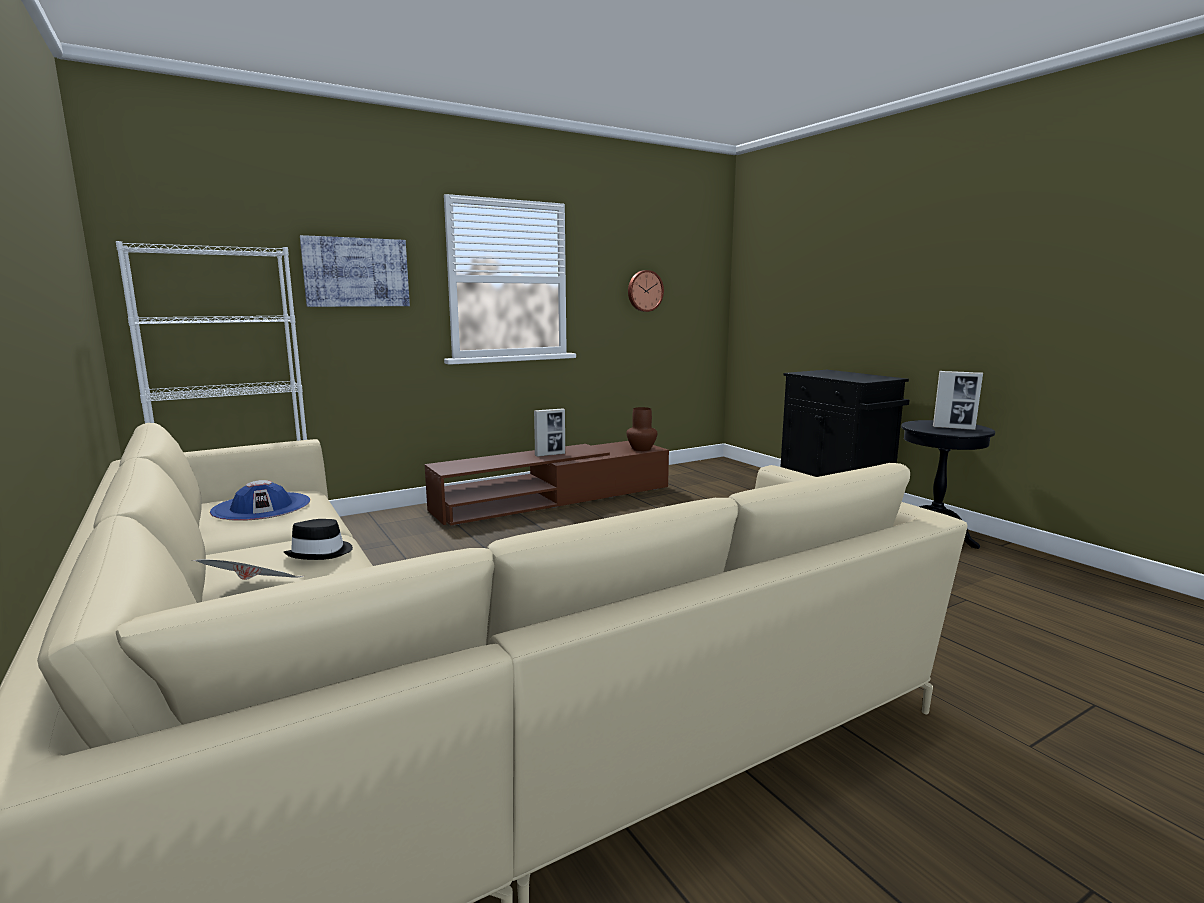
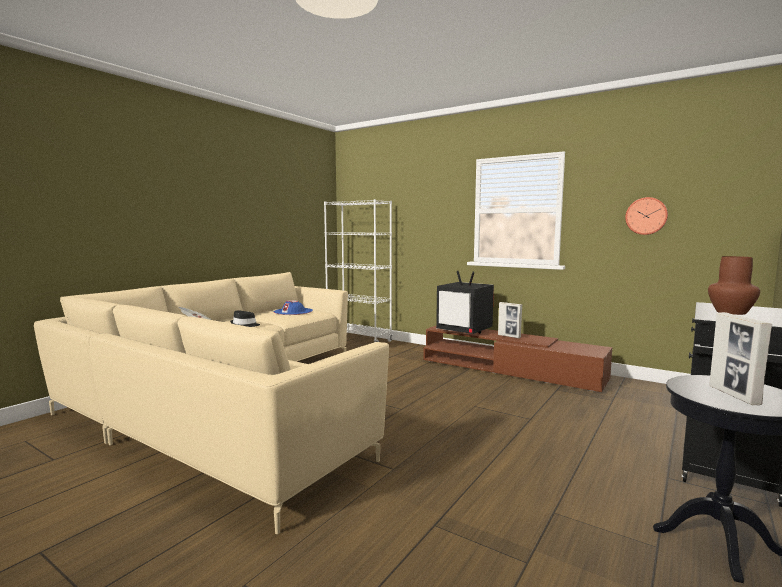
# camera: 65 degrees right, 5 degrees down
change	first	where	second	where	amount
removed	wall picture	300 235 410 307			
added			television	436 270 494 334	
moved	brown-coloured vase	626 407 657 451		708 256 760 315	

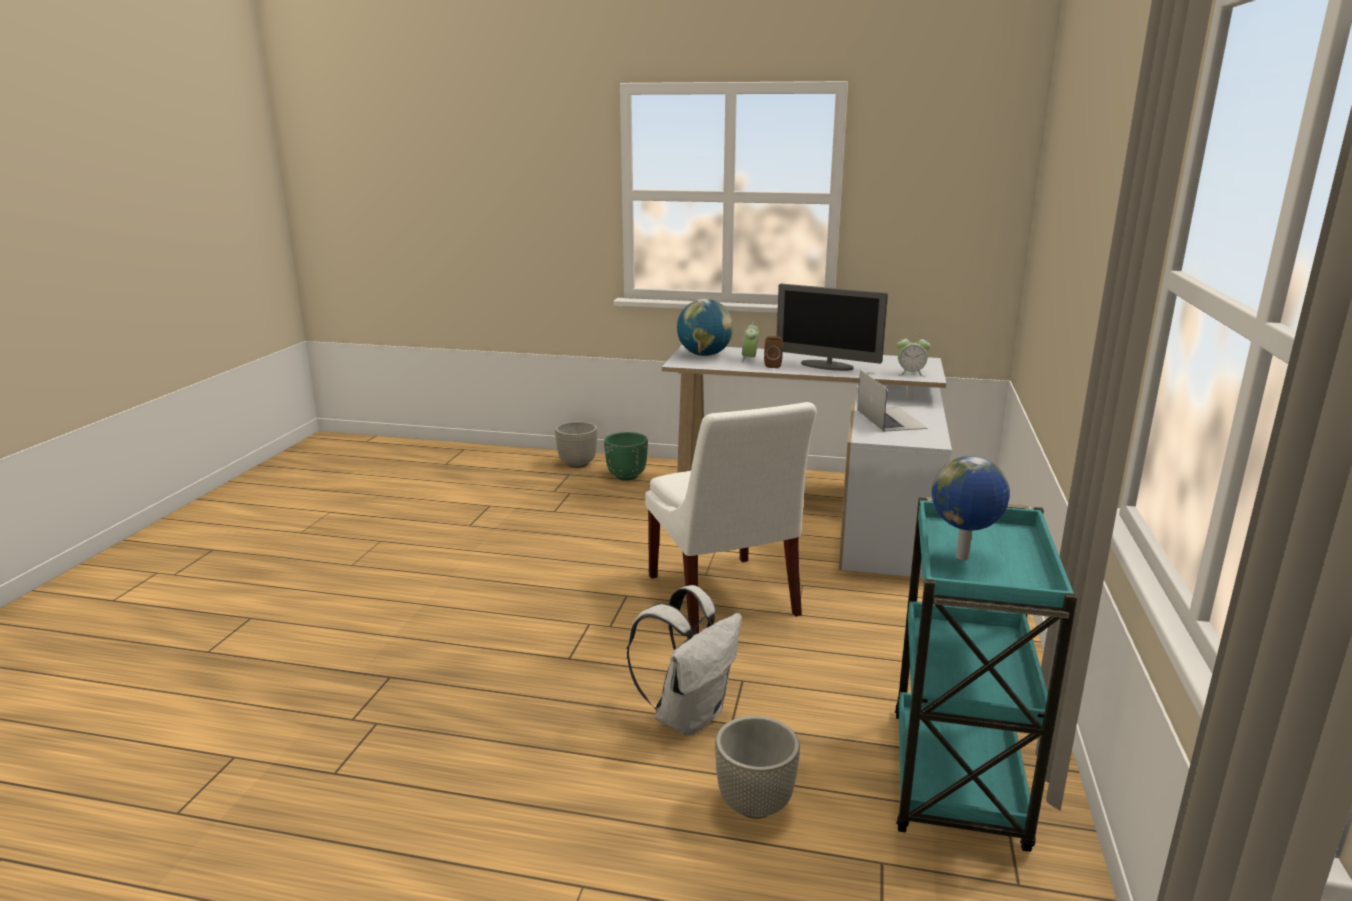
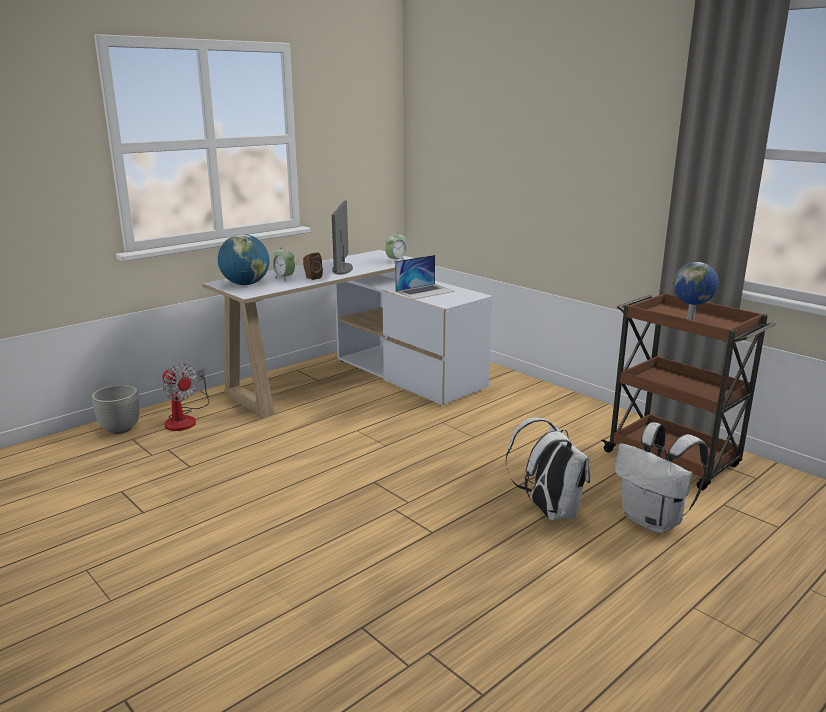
# camera: 55 degrees left, 0 degrees up
change	first	where	second	where	amount
removed	white-coloured upright chair	645 402 817 635			
replaced	greenish flower pot	604 432 648 481	fan	163 363 210 431	
replaced	grey flower pot	715 716 800 819	white-coloured backpack	615 422 708 533	
recoloured	blue-green cart	895 497 1078 852	brown-coloured cart	601 292 777 490	
turned	monitor	777 284 888 371		332 201 353 275	120 degrees clockwise
turned	notebook computer	857 370 928 432		395 255 455 299	120 degrees clockwise

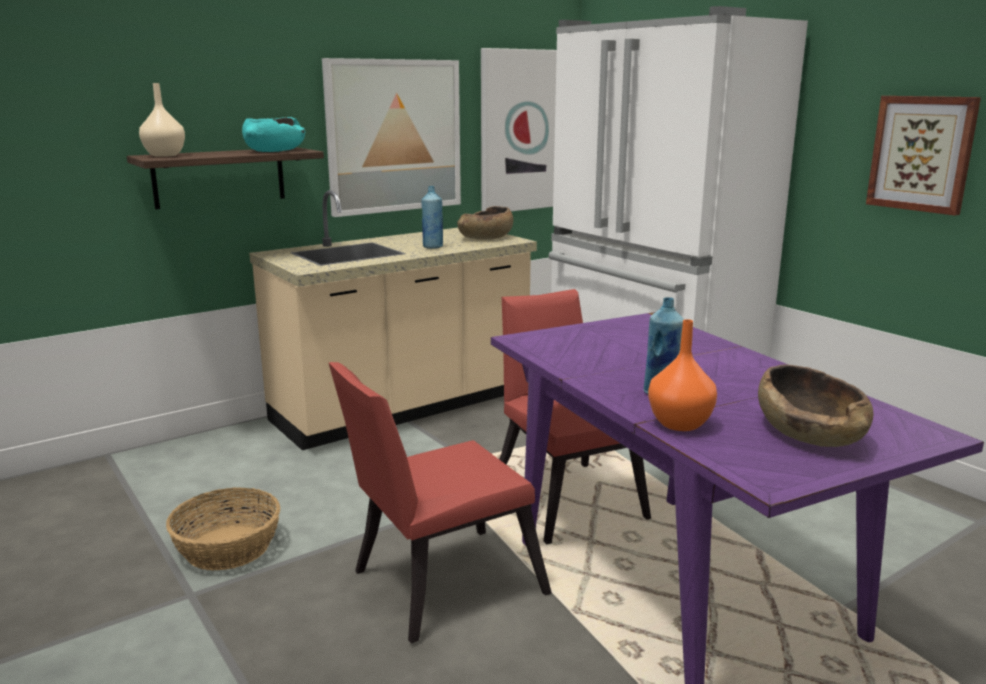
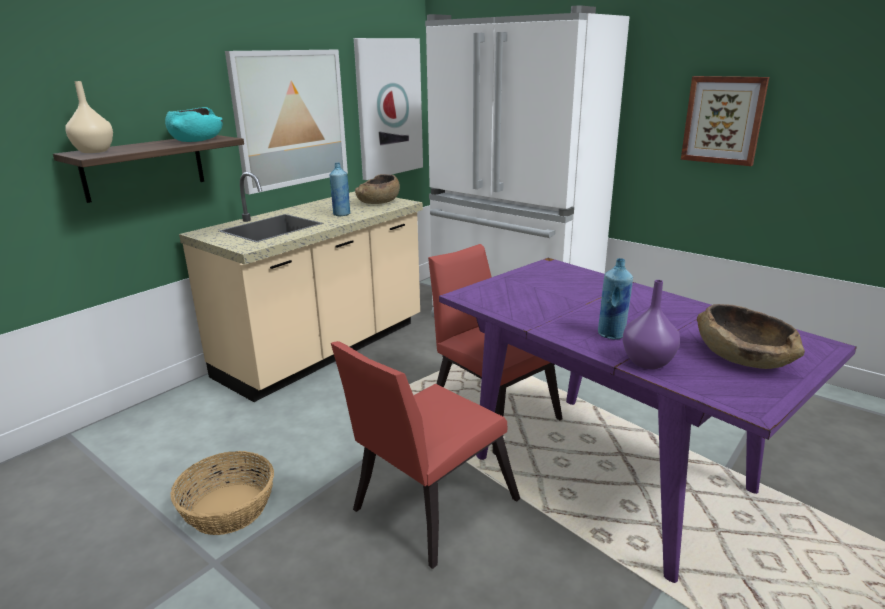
# camera: 15 degrees left, 5 degrees up
change	first	where	second	where	amount
recoloured	orange vase	648 319 717 431	purple vase	623 280 680 369	

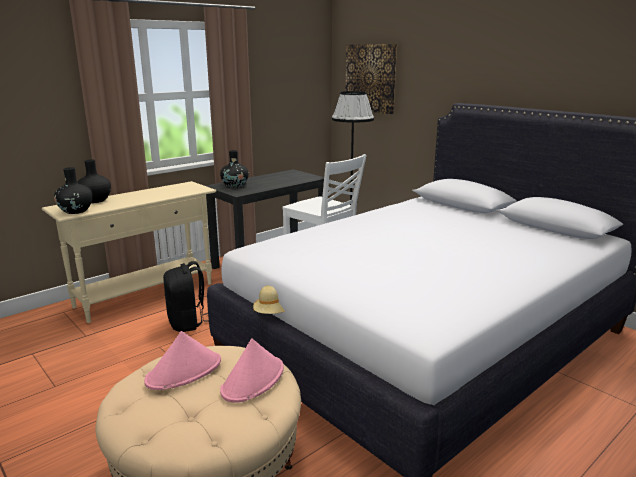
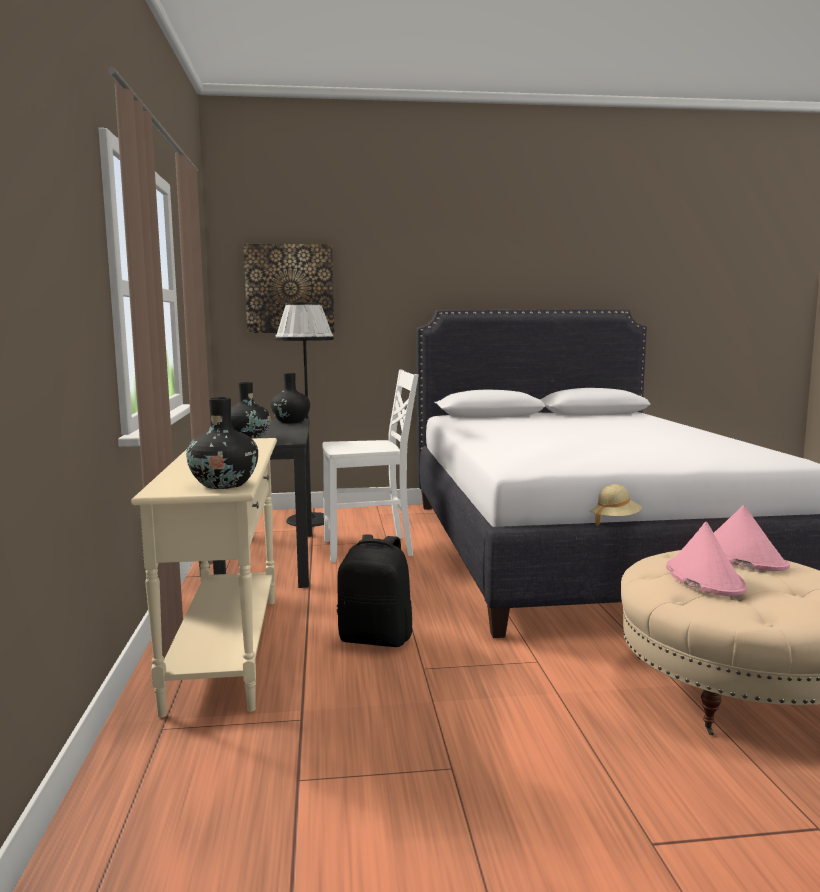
# camera: 55 degrees left, 10 degrees down
change	first	where	second	where	amount
moved	blackish vase	77 159 111 203		271 373 310 423	

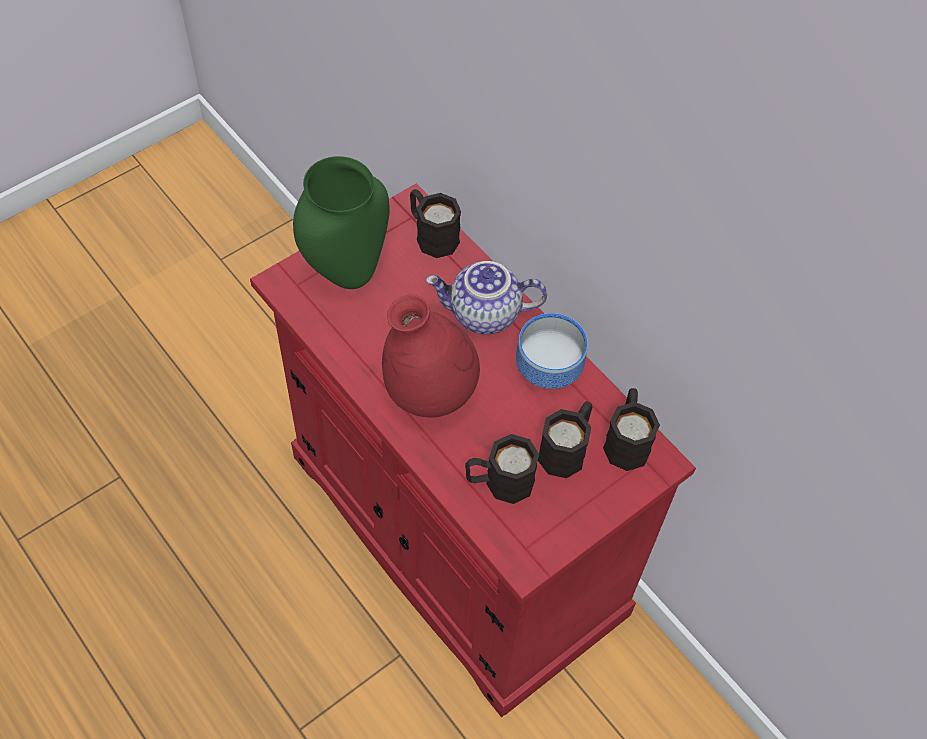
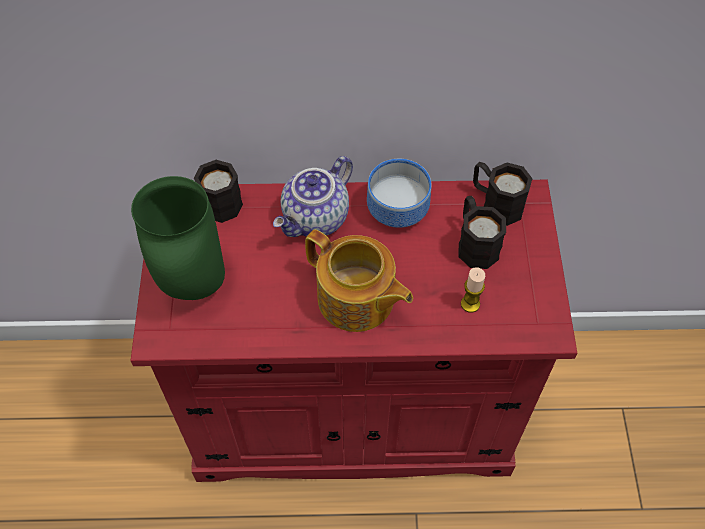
# camera: 50 degrees left, 0 degrees up
change	first	where	second	where	amount
replaced	reddish vase	382 294 480 417	pot for tea	305 229 413 332	
replaced	blackish coffee mug	465 434 539 504	wax light	461 267 485 313	

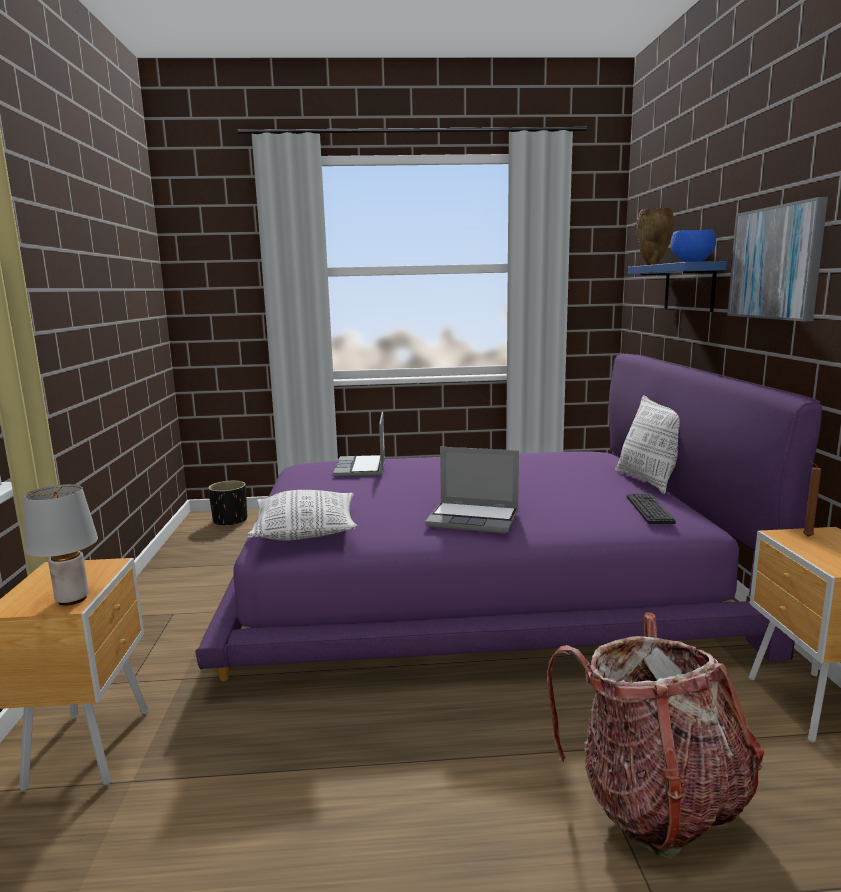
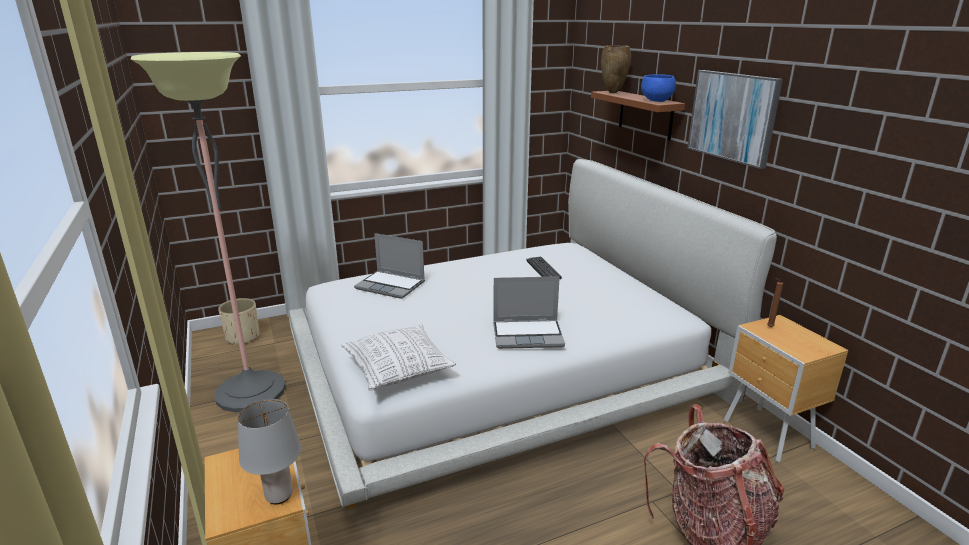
# camera: 20 degrees left, 10 degrees up
change	first	where	second	where	amount
removed	throw pillow	615 395 680 494			
added			floor lamp	131 52 286 412	
moved	keyboard	627 493 676 524		526 257 562 279	
recoloured	purple sleeping bed	196 353 822 681	white-coloured sleeping bed	288 159 777 509	
recoloured	blackish flower pot	208 481 247 526	beige-coloured flower pot	218 298 259 345	
recoloured	blue-coloured wall shelf	628 261 727 312	brown-coloured wall shelf	591 91 685 141	
turned	notebook computer	333 412 385 477		354 233 425 299	45 degrees counterclockwise

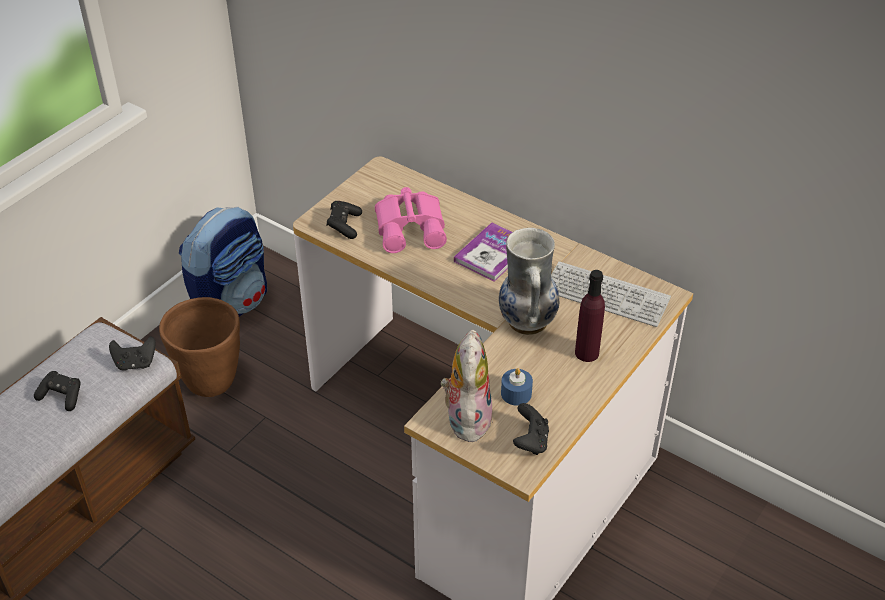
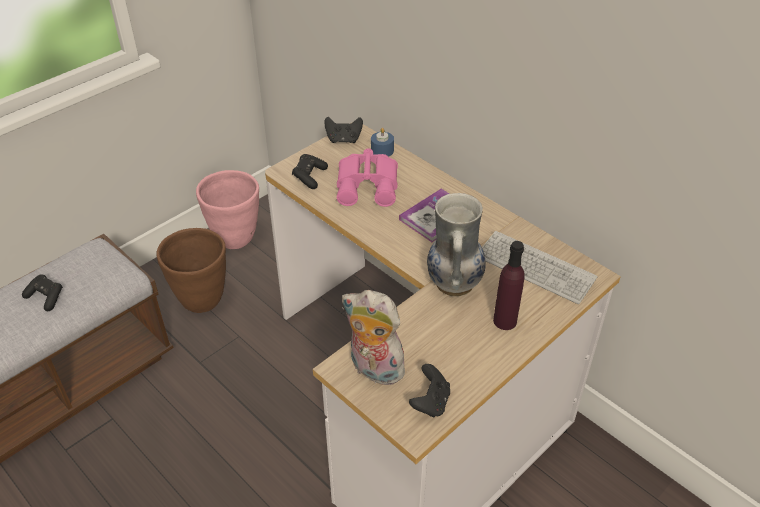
# camera: 10 degrees right, 0 degrees up
change	first	where	second	where	amount
moved	blackish joypad	109 336 156 371		324 117 363 143	
moved	blue-coloured wax light	501 368 533 406		371 128 394 157	
replaced	backpack	179 206 267 317	pinkish flower pot	196 170 259 249	
turned	plush toy	441 330 492 443		342 290 405 385	75 degrees counterclockwise

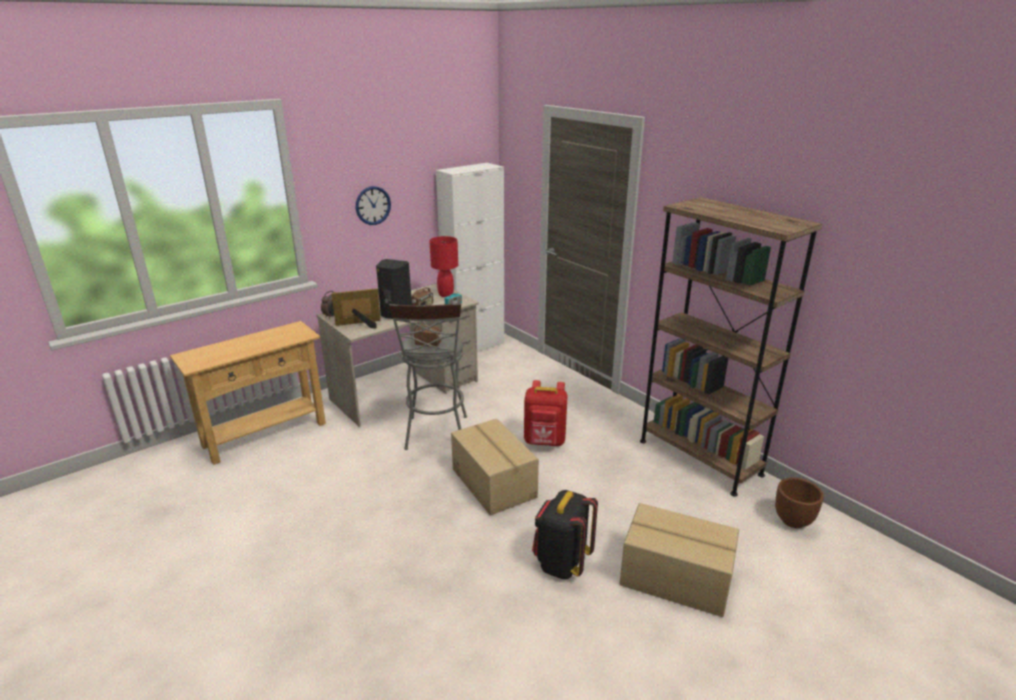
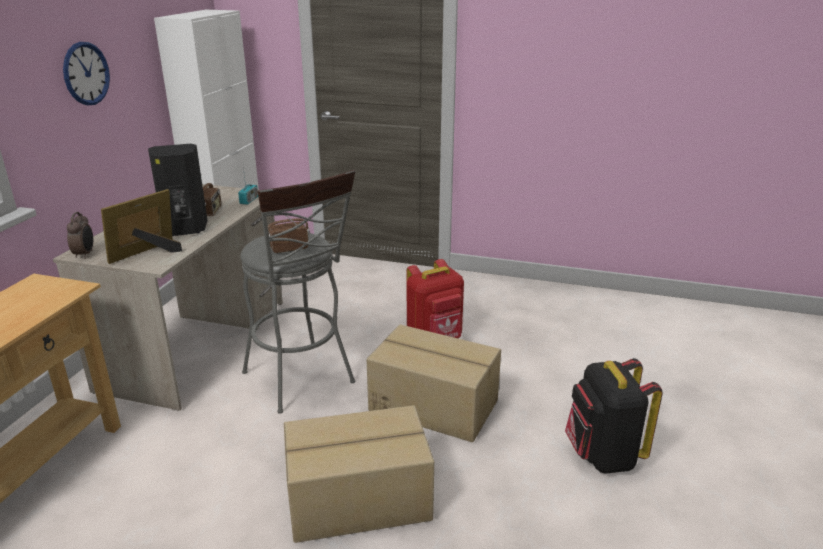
# camera: 35 degrees left, 0 degrees up
change	first	where	second	where	amount
removed	reddish lamp for a table	429 236 458 297			
removed	brown-coloured bookshelf	640 197 822 496			
removed	brown-coloured flower pot	775 478 824 528			
moved	packing box	620 503 739 617		284 405 434 543	

